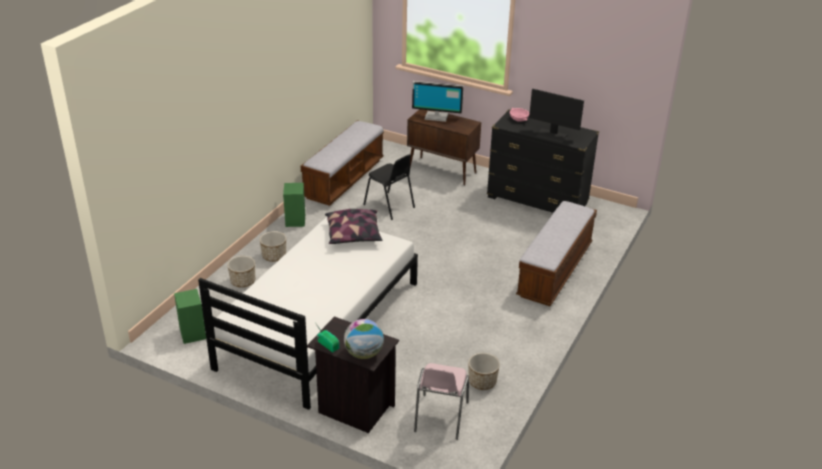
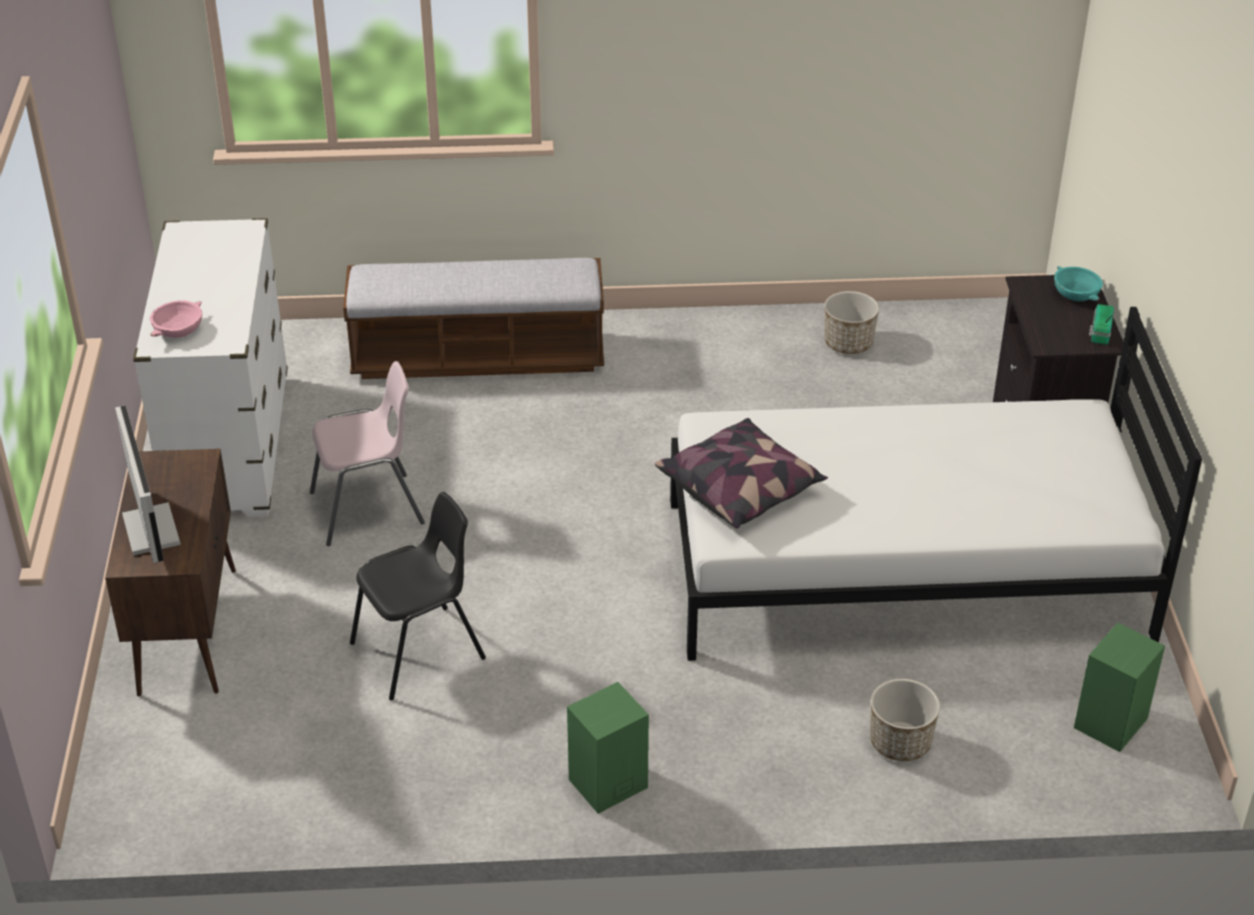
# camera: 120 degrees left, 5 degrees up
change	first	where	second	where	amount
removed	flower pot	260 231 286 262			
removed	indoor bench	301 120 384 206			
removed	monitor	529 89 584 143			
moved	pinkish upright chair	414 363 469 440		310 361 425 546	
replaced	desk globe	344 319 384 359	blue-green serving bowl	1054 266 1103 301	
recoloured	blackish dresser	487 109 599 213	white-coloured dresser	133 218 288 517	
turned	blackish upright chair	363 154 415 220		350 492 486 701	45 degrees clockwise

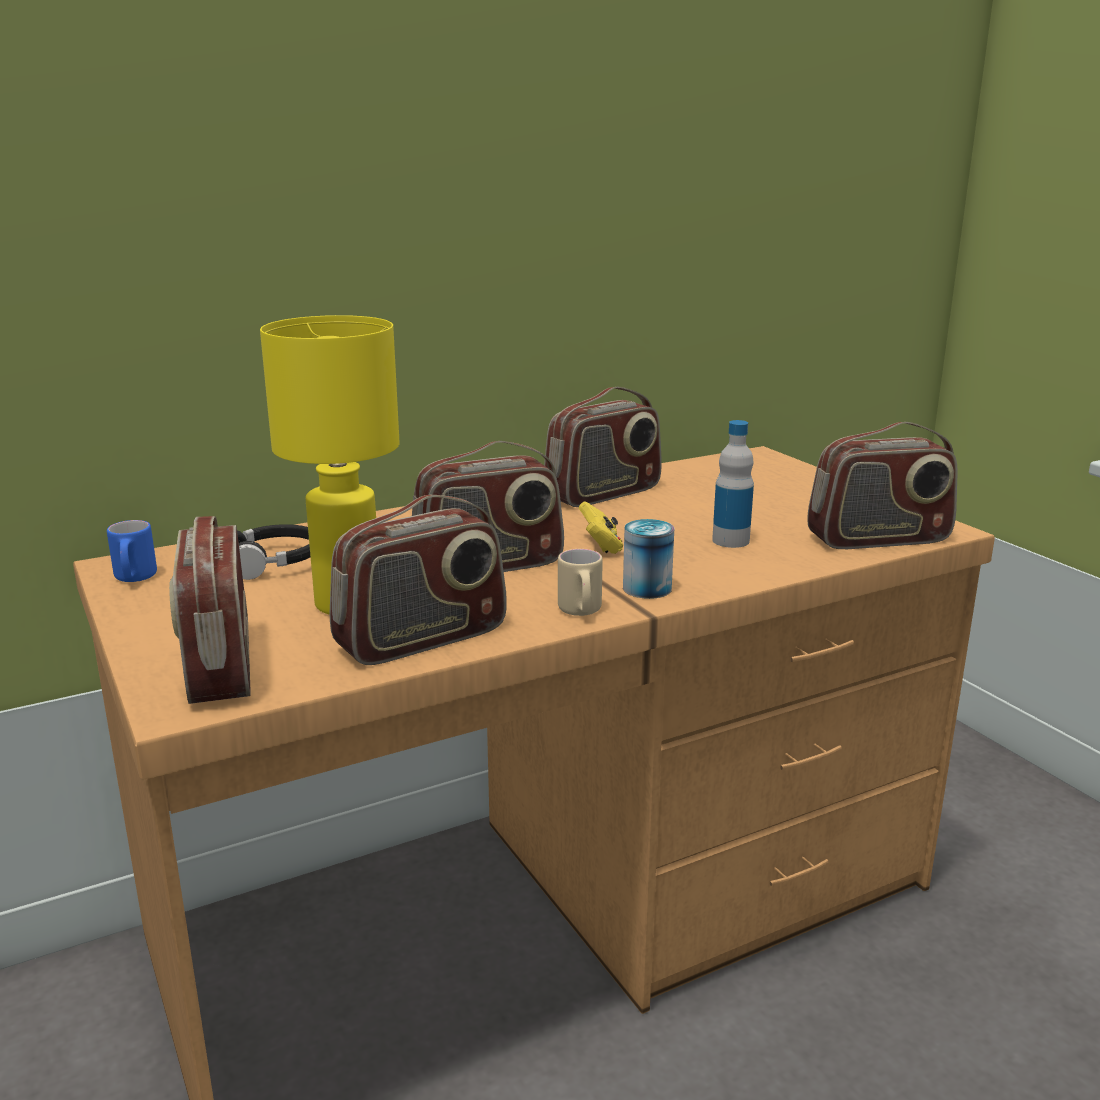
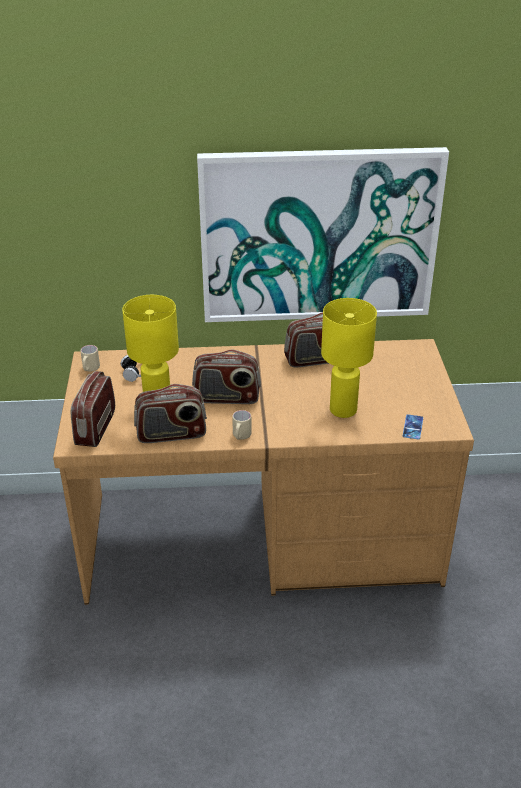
# camera: 25 degrees right, 15 degrees up
change	first	where	second	where	amount
removed	yellow joypad	579 501 623 554			
removed	sealed can	623 519 674 599			
added			wall picture	197 147 449 322	
replaced	bottle	712 420 754 548	yellow lamp for a table	321 298 377 418	
replaced	radio set	807 422 958 549	handset	403 414 423 440	
recoloured	blue-coloured coffee mug	107 520 157 582	beige-coloured coffee mug	81 345 100 371	

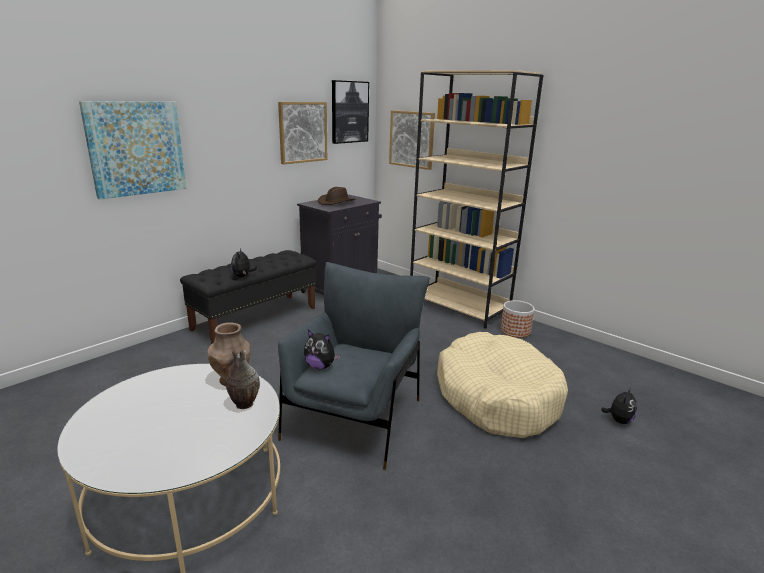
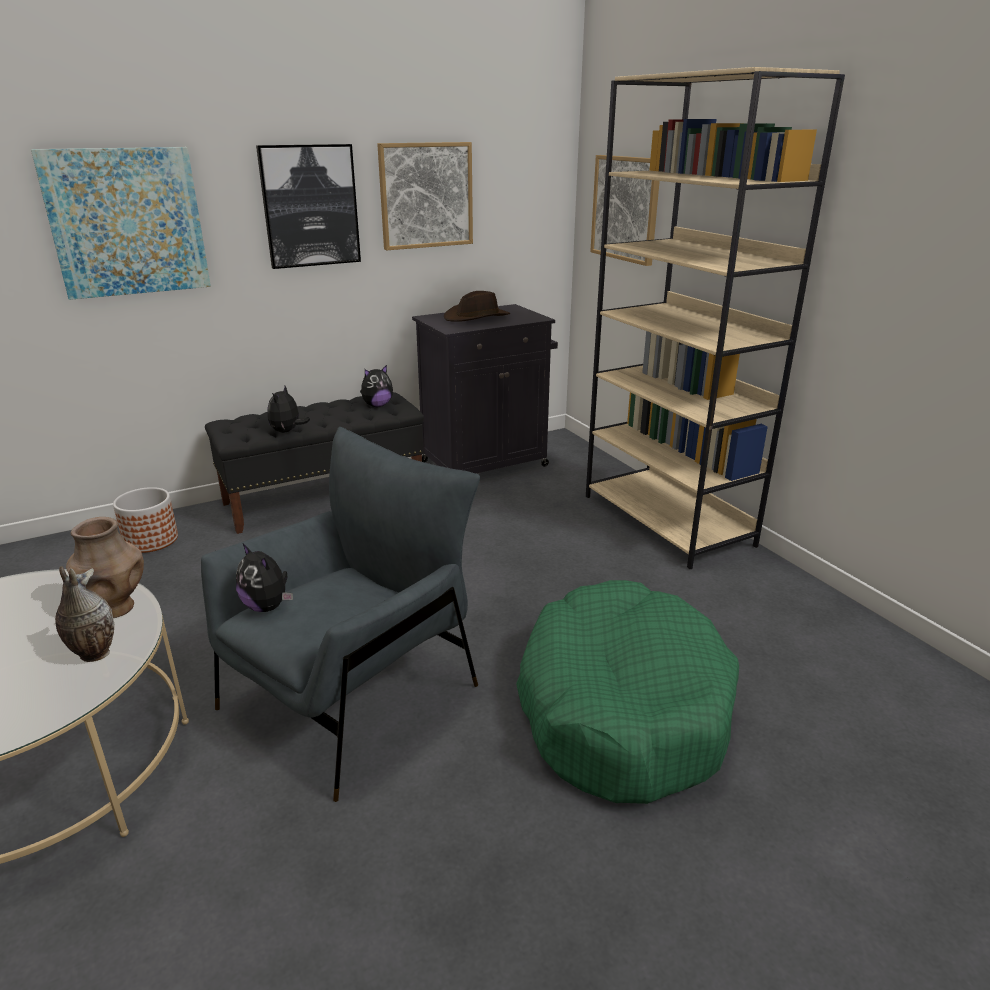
# camera: 20 degrees right, 5 degrees up
change	first	where	second	where	amount
moved	wall picture	332 80 369 144		256 144 361 269	
moved	flower pot	501 300 535 338		113 487 178 553	
moved	plush toy	601 387 637 424		360 365 393 407	
recoloured	beige-coloured dog bed	437 332 568 438	greenish dog bed	516 580 739 804	

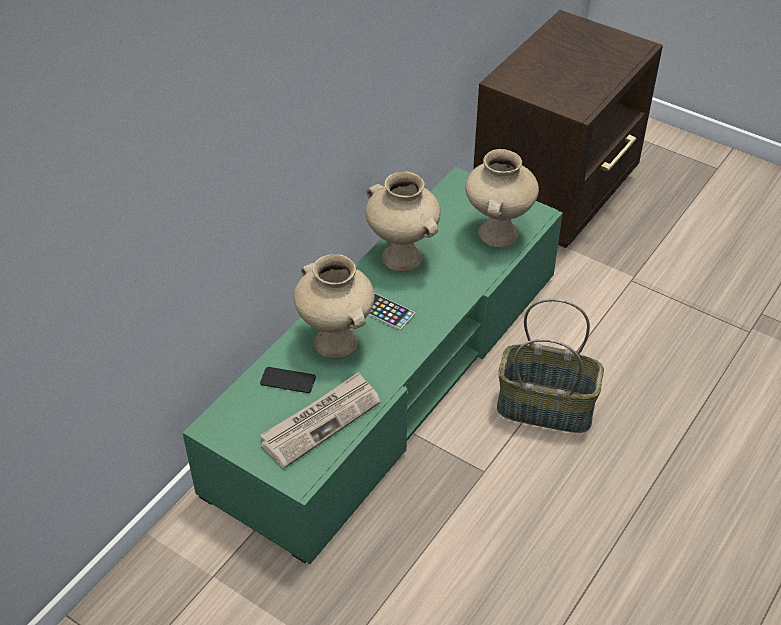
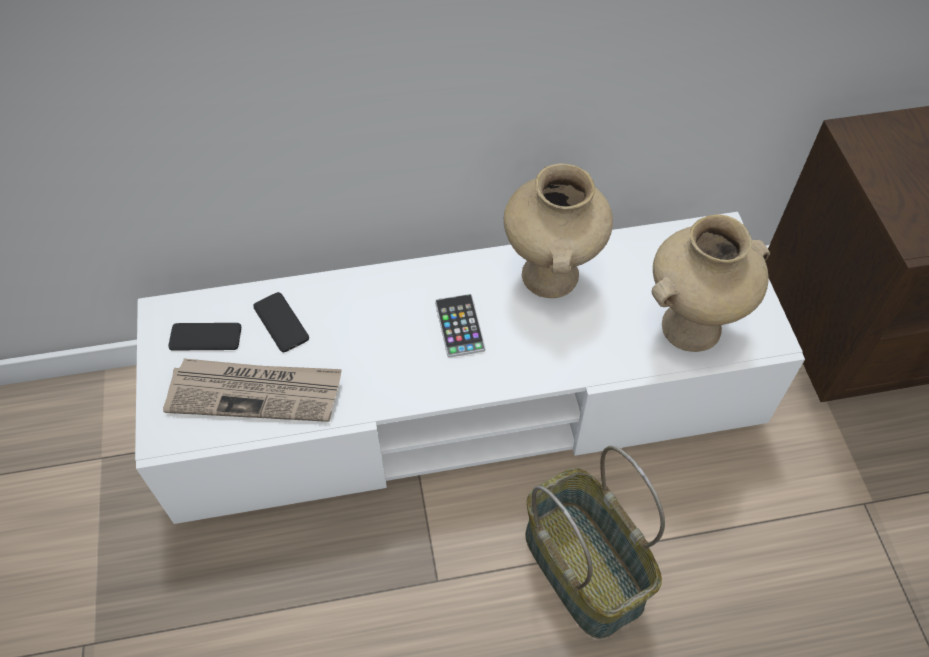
# camera: 45 degrees right, 10 degrees up
change	first	where	second	where	amount
removed	beige-coloured vase	293 254 375 359			
added			handset	168 323 241 350	
recoloured	greenish media console	183 167 563 564	white-coloured media console	135 212 805 524	

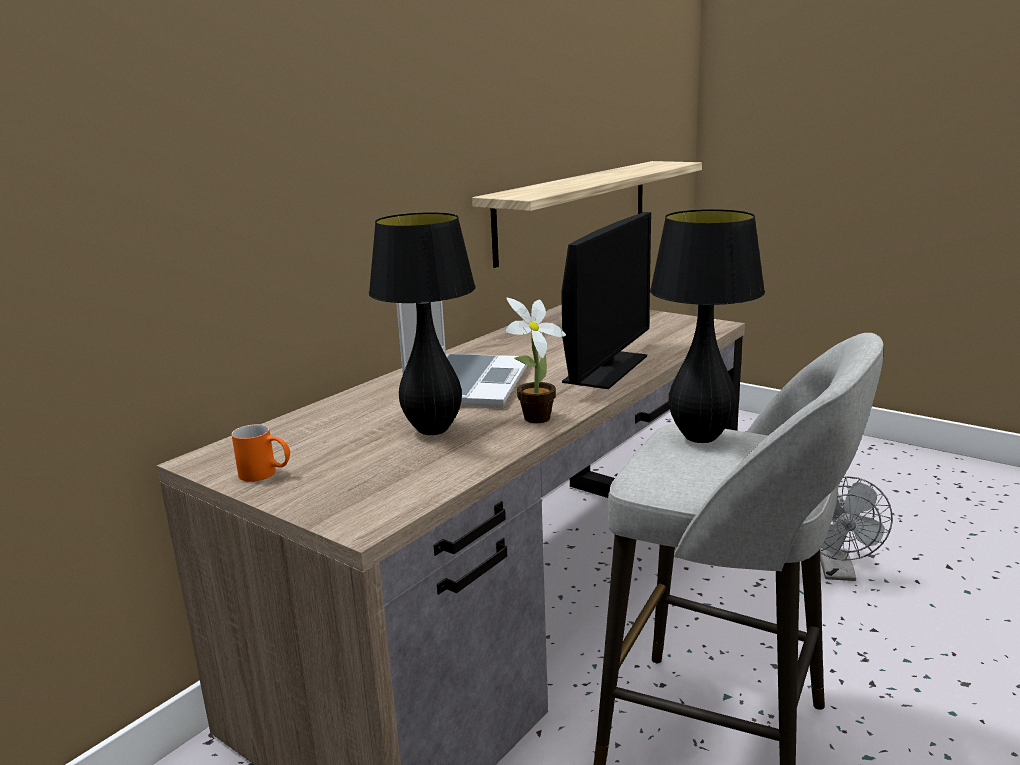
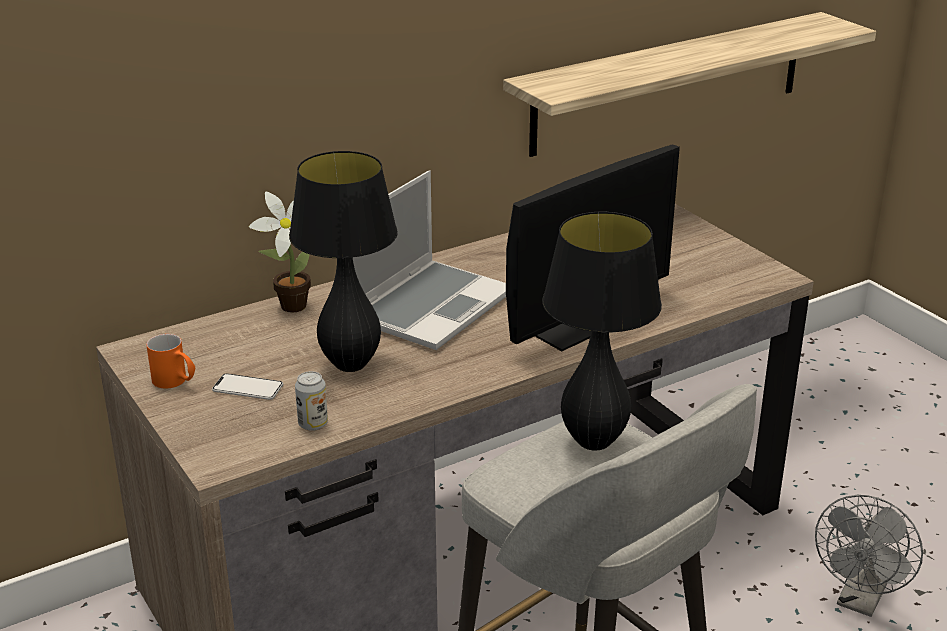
# camera: 20 degrees right, 10 degrees up
change	first	where	second	where	amount
added			handset	212 373 283 400	
added			sealed can	295 371 328 431	
moved	plant in a pot	505 298 566 423		249 192 311 313	

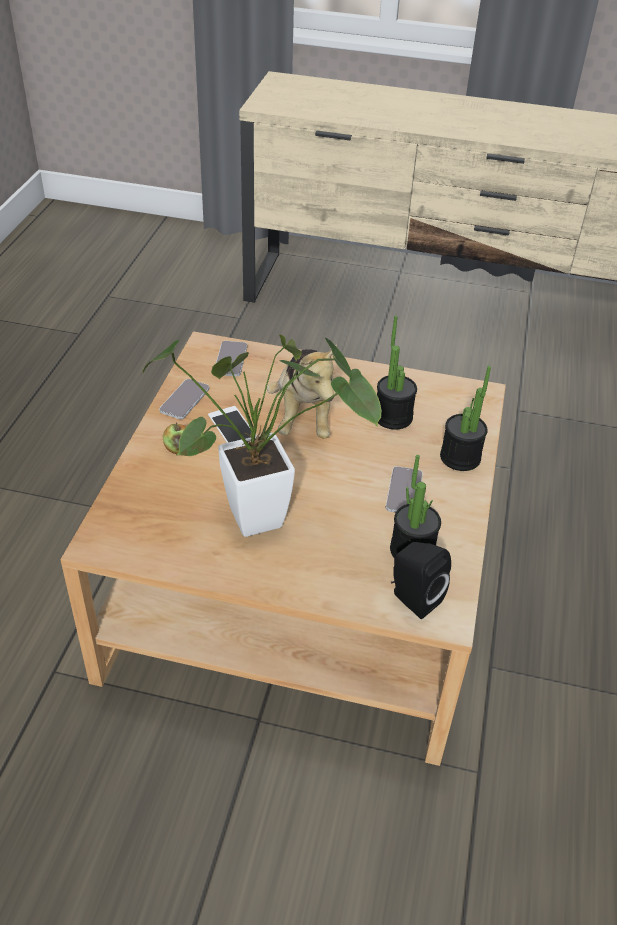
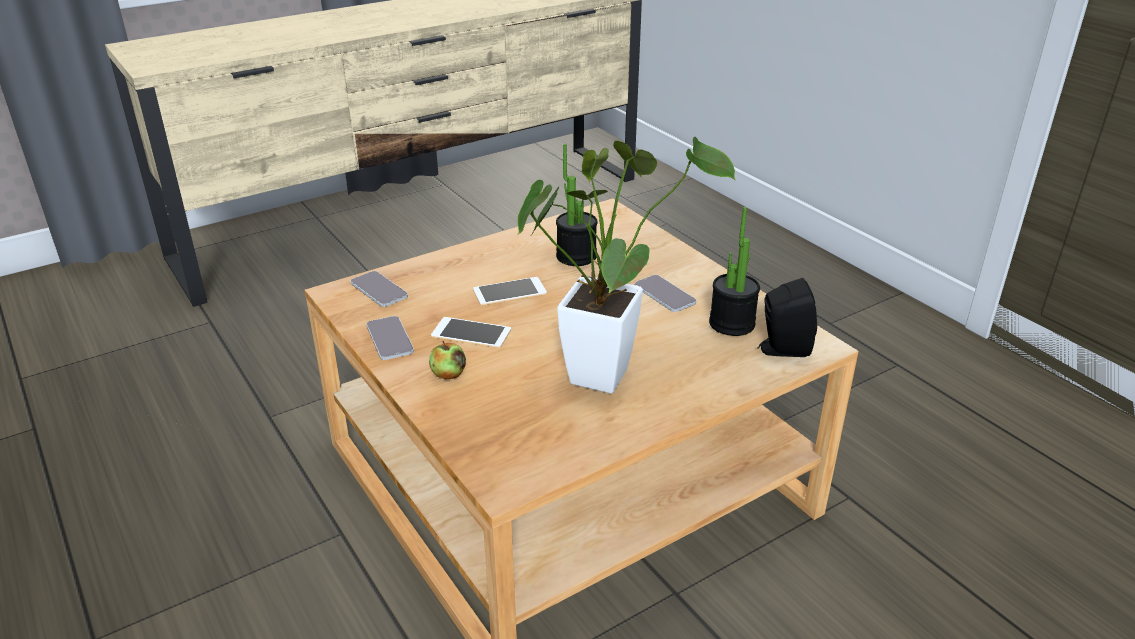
# camera: 45 degrees left, 10 degrees down
change	first	where	second	where	amount
removed	plant in a pot	440 366 491 471			
replaced	plush toy	267 345 337 439	handset	473 277 547 305	

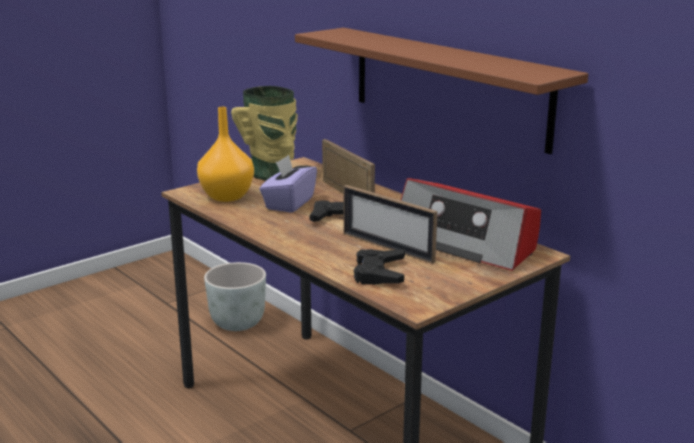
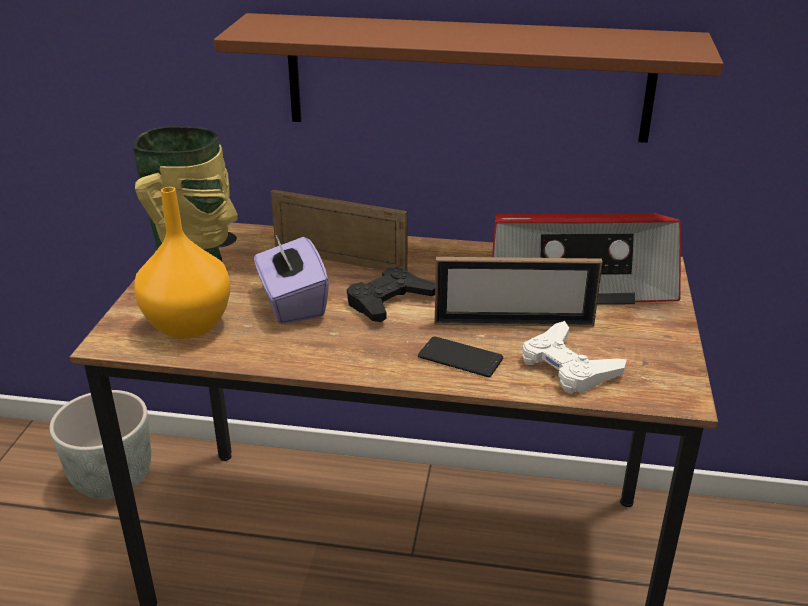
# camera: 40 degrees left, 10 degrees up
change	first	where	second	where	amount
added			handset	418 337 503 377	
recoloured	blackish joypad	354 249 405 285	white-coloured joypad	522 321 627 394	

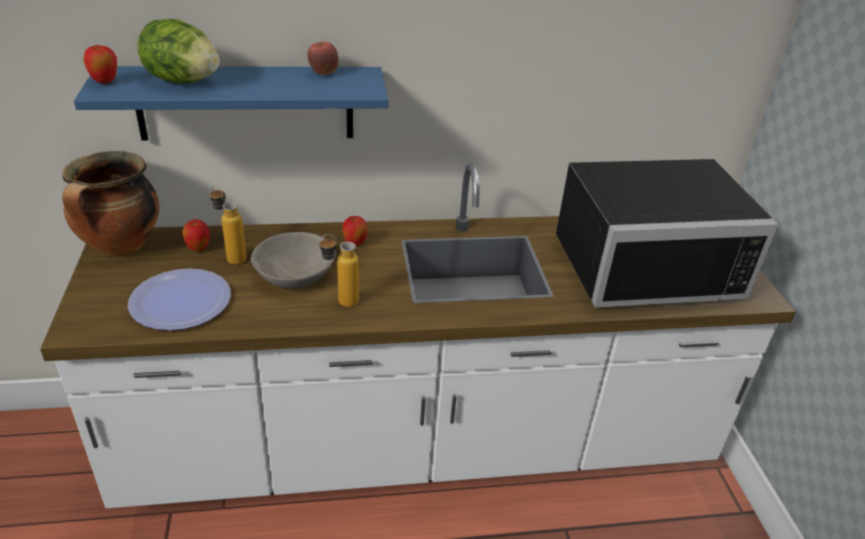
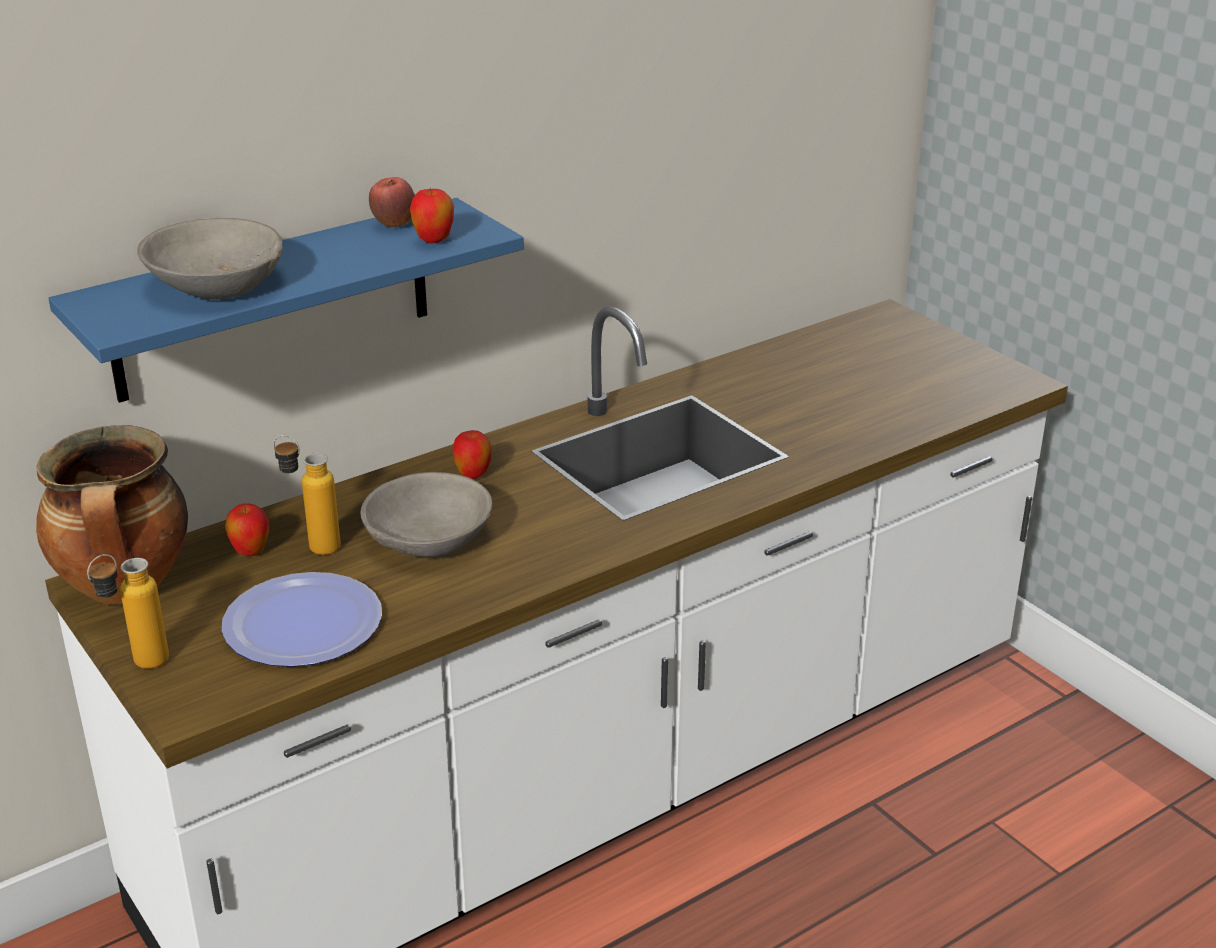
# camera: 25 degrees left, 5 degrees down
change	first	where	second	where	amount
removed	blackish microwave oven	556 159 778 308			
moved	apple fruit	83 45 117 84		410 188 454 243	
moved	bottle	318 235 359 307		87 554 169 669	
replaced	lettuce	137 19 220 84	grey serving bowl	137 218 283 299	

